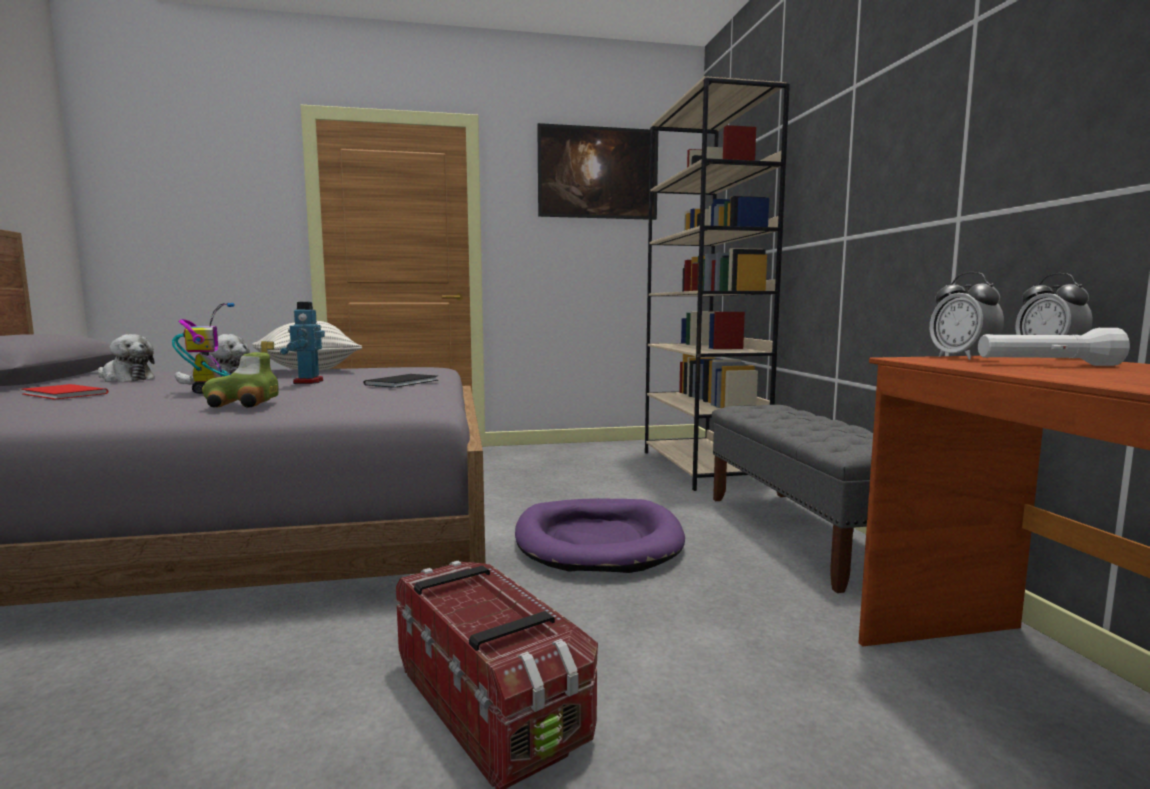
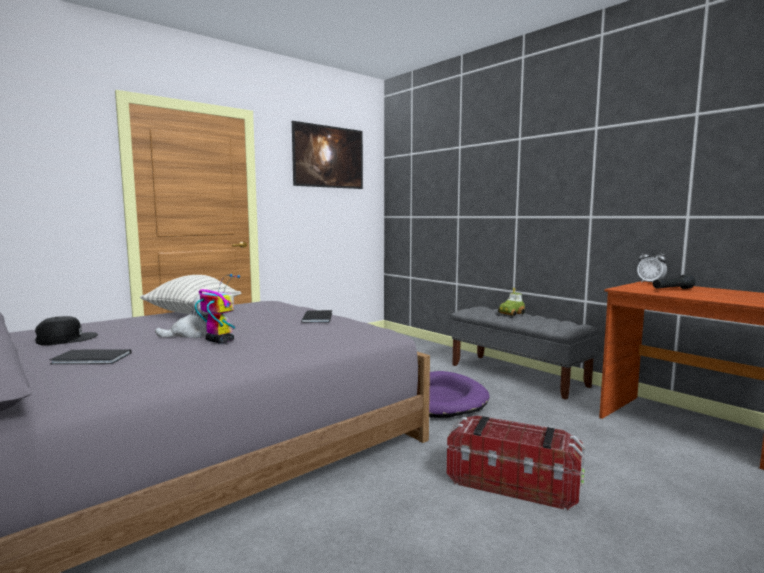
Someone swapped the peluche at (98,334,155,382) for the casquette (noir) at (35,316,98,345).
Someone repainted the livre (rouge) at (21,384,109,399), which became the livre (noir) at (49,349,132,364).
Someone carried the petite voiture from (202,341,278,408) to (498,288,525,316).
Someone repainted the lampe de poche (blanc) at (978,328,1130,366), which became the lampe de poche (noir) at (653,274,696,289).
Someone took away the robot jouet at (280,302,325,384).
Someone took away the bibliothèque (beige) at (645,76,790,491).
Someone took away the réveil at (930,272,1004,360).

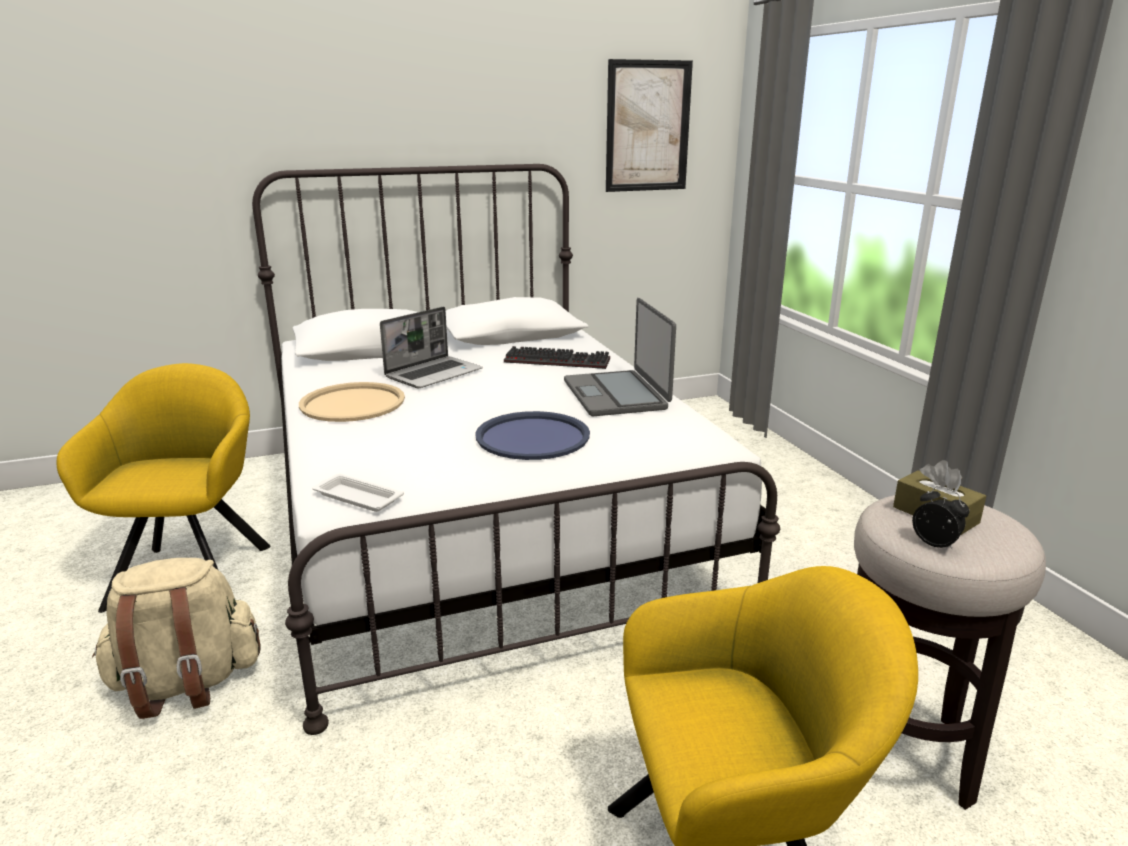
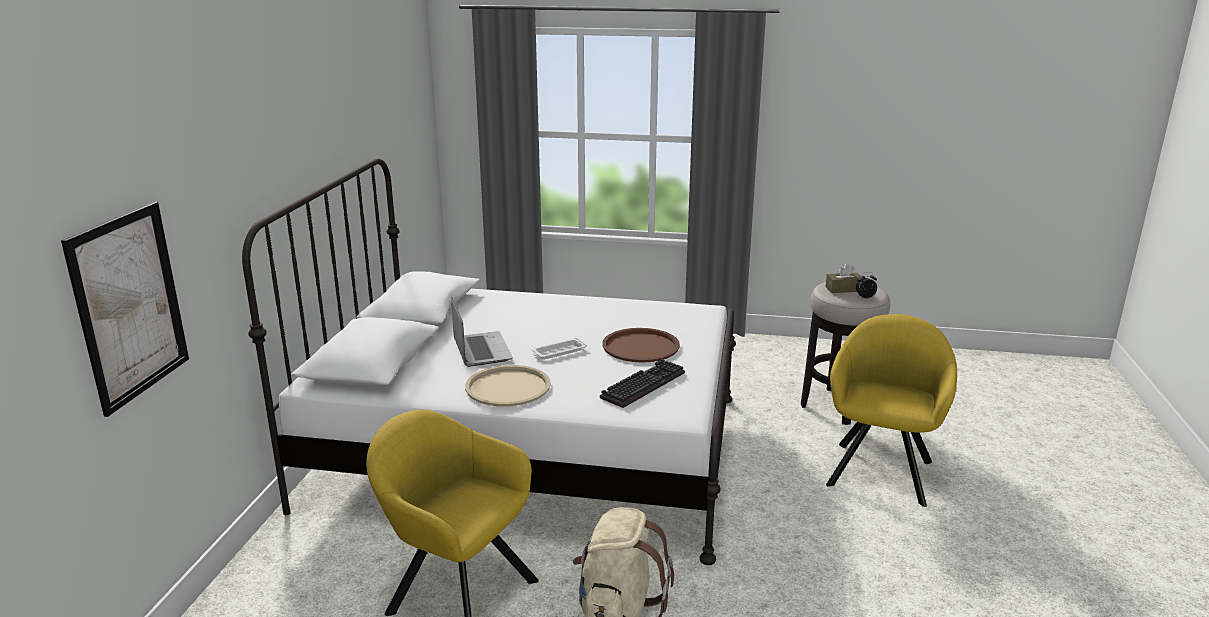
Someone carried the tableau from (606,59,693,192) to (61,202,189,417).
Someone carried the plateau (blanc) from (312,474,404,512) to (532,338,587,359).
Someone carried the clavier from (504,346,610,369) to (600,359,685,408).
Someone repainted the plateau (bleu) at (475,411,590,460), which became the plateau (marron) at (602,328,680,363).
Someone took away the ordinateur portable at (564,298,676,416).

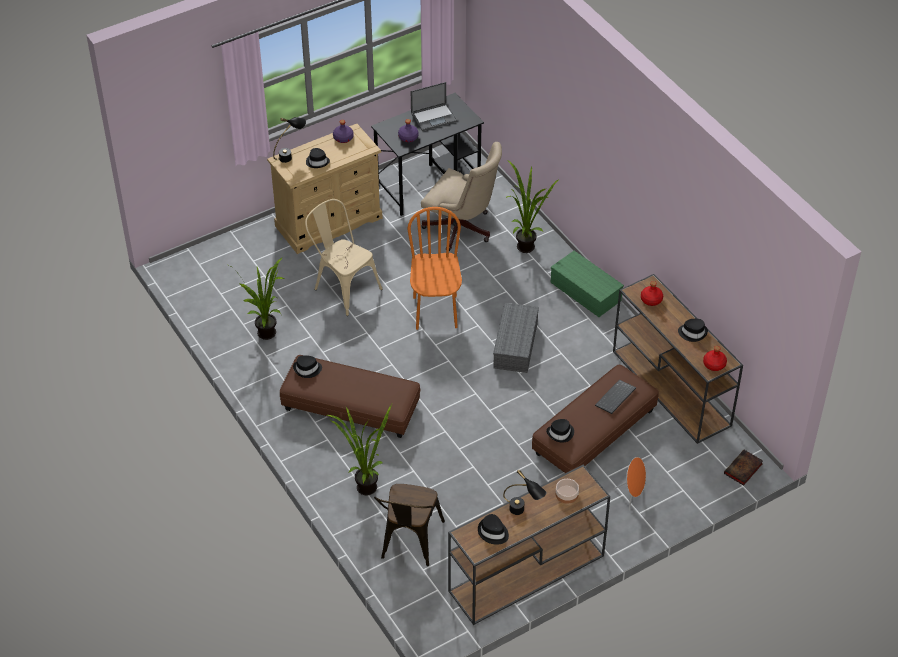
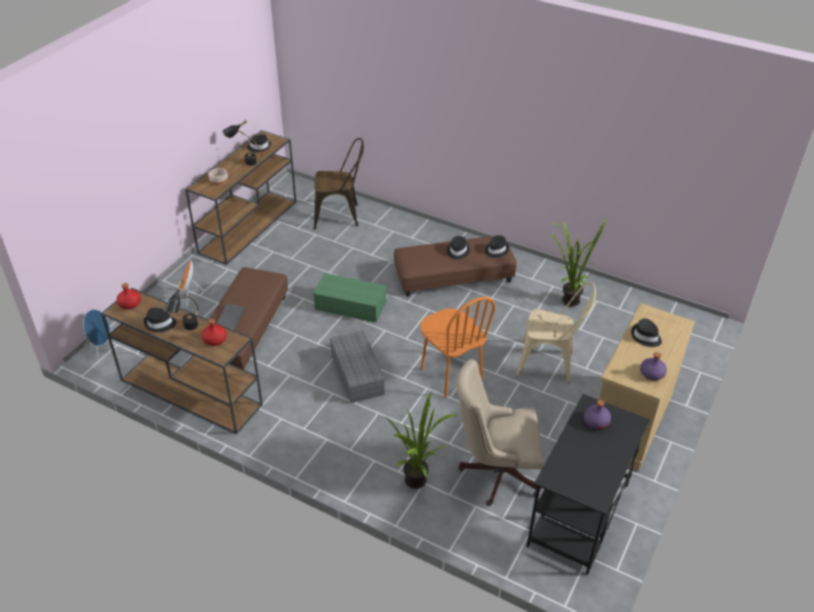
Someone swapped the livre at (724,450,763,486) for the enceinte (bleu) at (83,309,110,360).
Someone carried the lampe de table (noir) from (273,117,306,163) to (163,280,199,330).
Someone carried the boîte de rangement (vert) from (551,251,624,317) to (313,273,387,323).
Someone rotated the chaise (marron) at (374,484,445,566) by 105 degrees clockwise.
Someone carried the chapeau (noir) from (546,419,574,443) to (447,236,470,260).
Someone took away the plante en pot at (327,404,392,495).
Someone took away the ordinateur portable at (411,82,458,131).

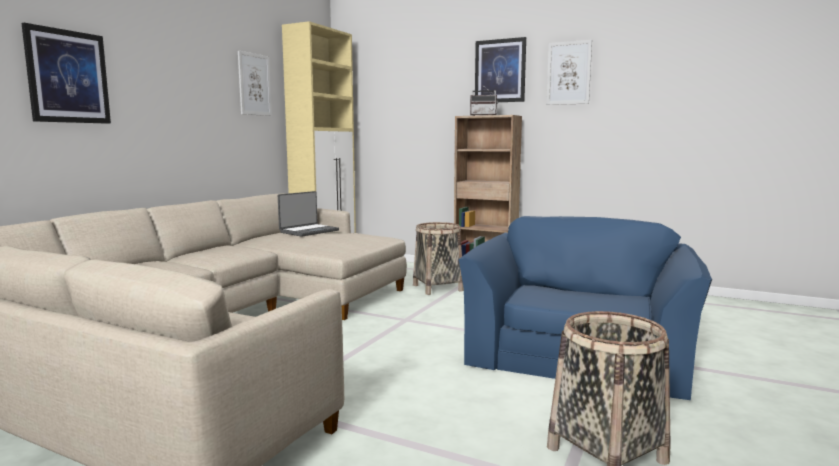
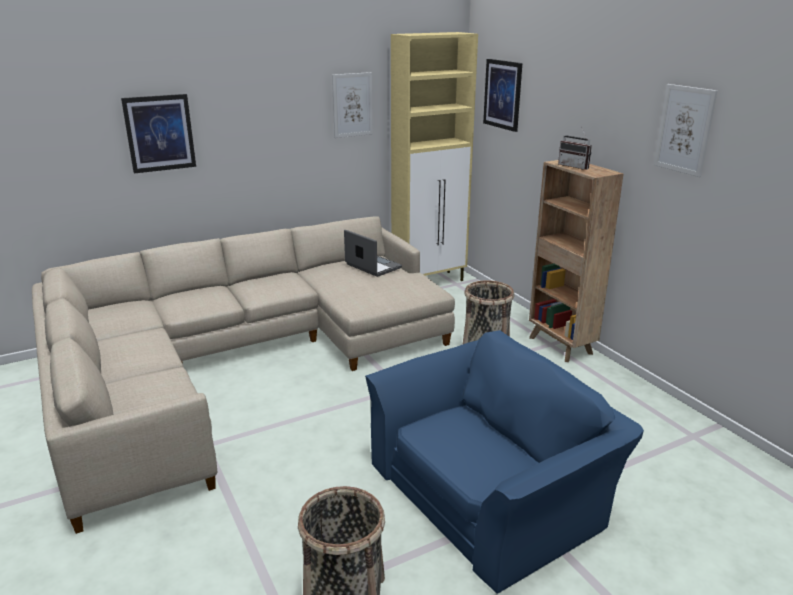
Someone rotated the ordinateur portable at (278,191,339,237) by 120 degrees counterclockwise.
Someone carried the tableau from (475,37,526,102) to (483,59,522,132).

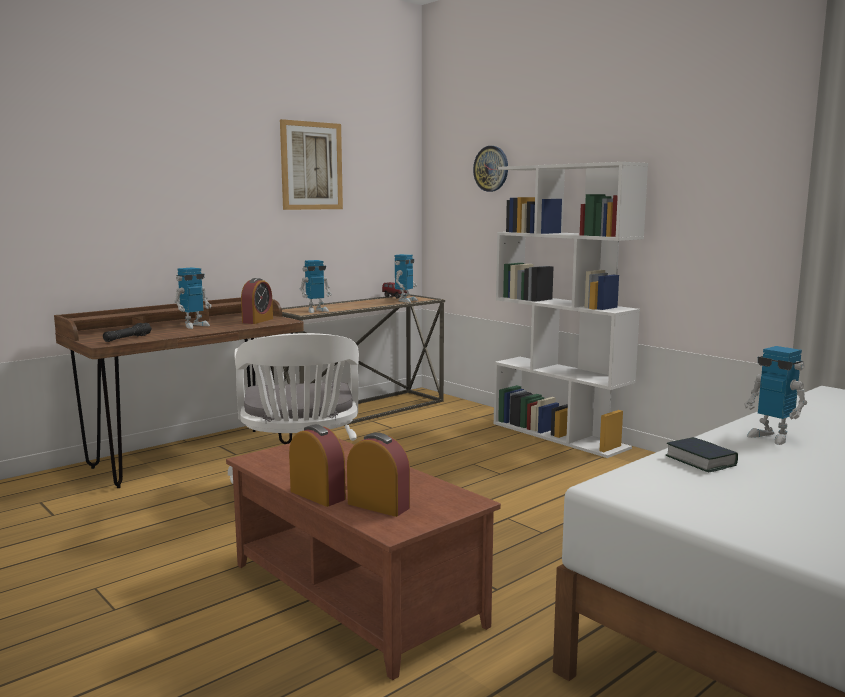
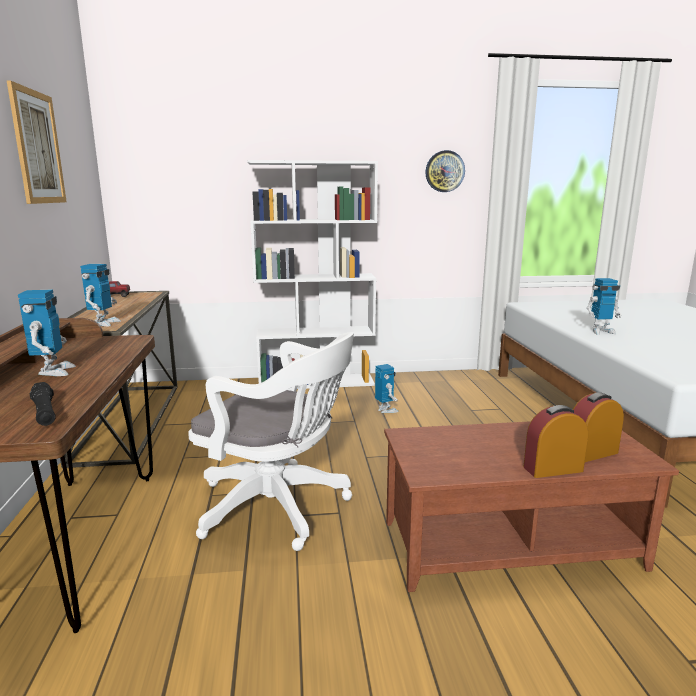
Someone carried the robot jouet from (395,254,418,303) to (375,364,399,413).
Someone carried the horloge murale from (473,146,508,192) to (425,150,465,192).
Someone took away the réveil at (241,278,273,324).
Someone took away the livre at (666,437,738,473).

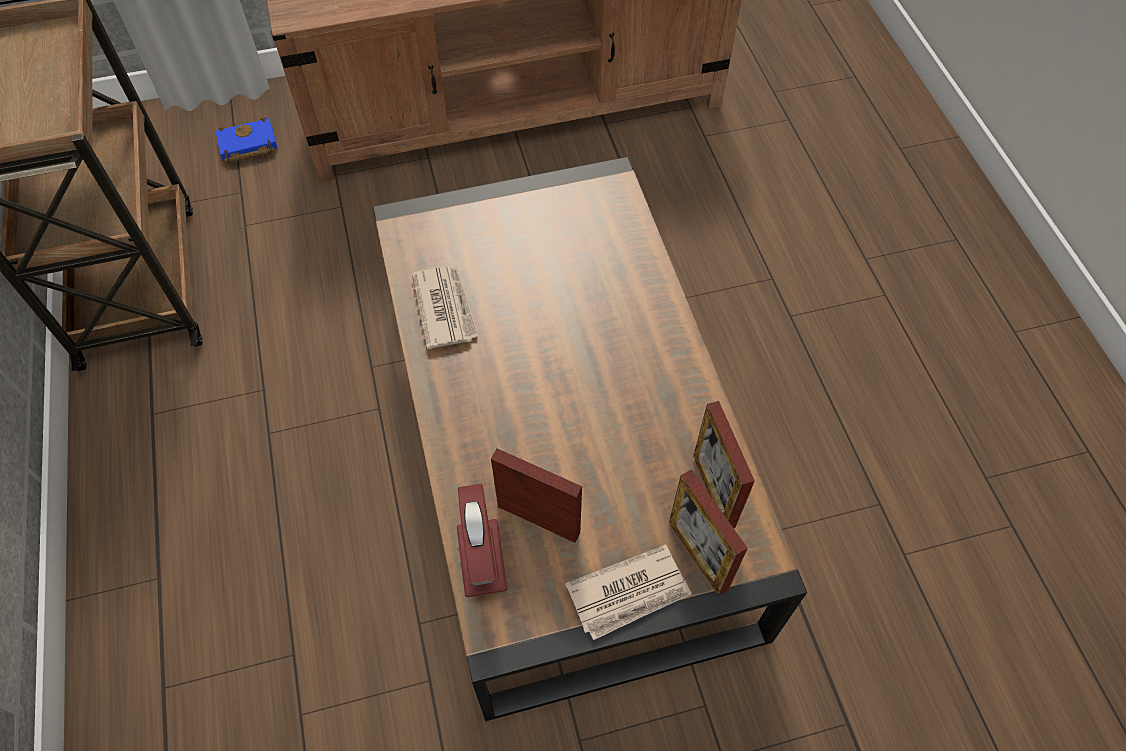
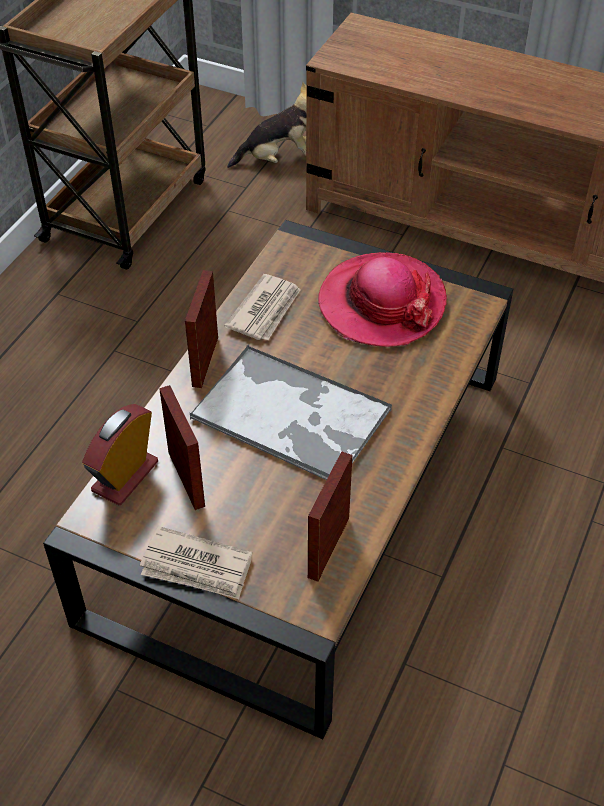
Someone carried the cadre photo from (669,469,748,596) to (185,270,218,388).
Someone put down the plateau at (190,345,392,480).
Someone swapped the livre (bleu) at (216,117,277,163) for the peluche at (227,82,307,168).
Someone put down the chapeau at (318,252,447,347).

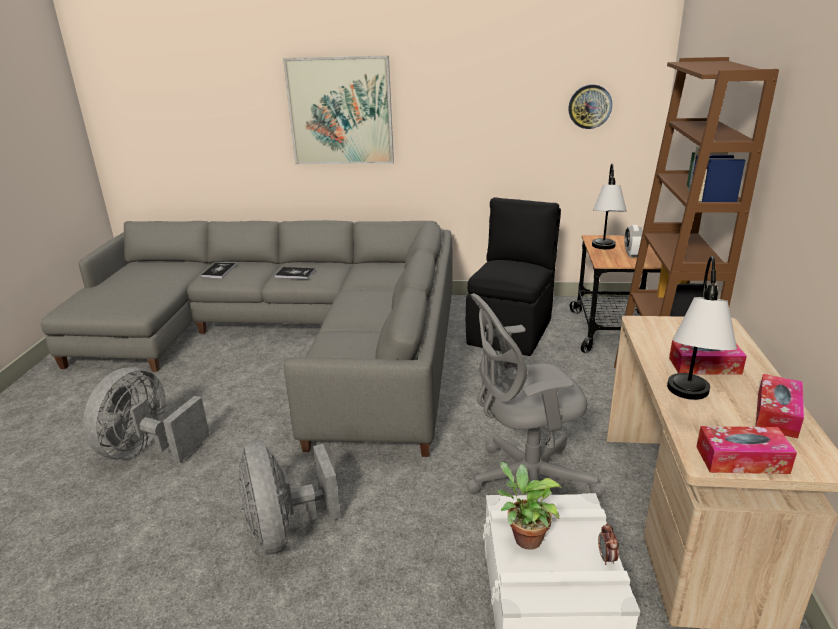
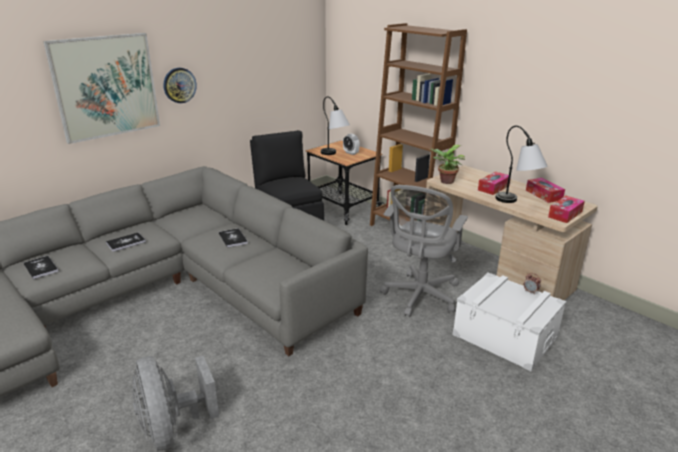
Someone carried the horloge murale from (568,85,612,129) to (163,68,197,103).
Someone put down the livre at (219,228,248,248).
Someone carried the plante en pot from (497,462,562,550) to (429,145,465,184).
Someone took away the ventilateur (gris) at (238,440,341,555).

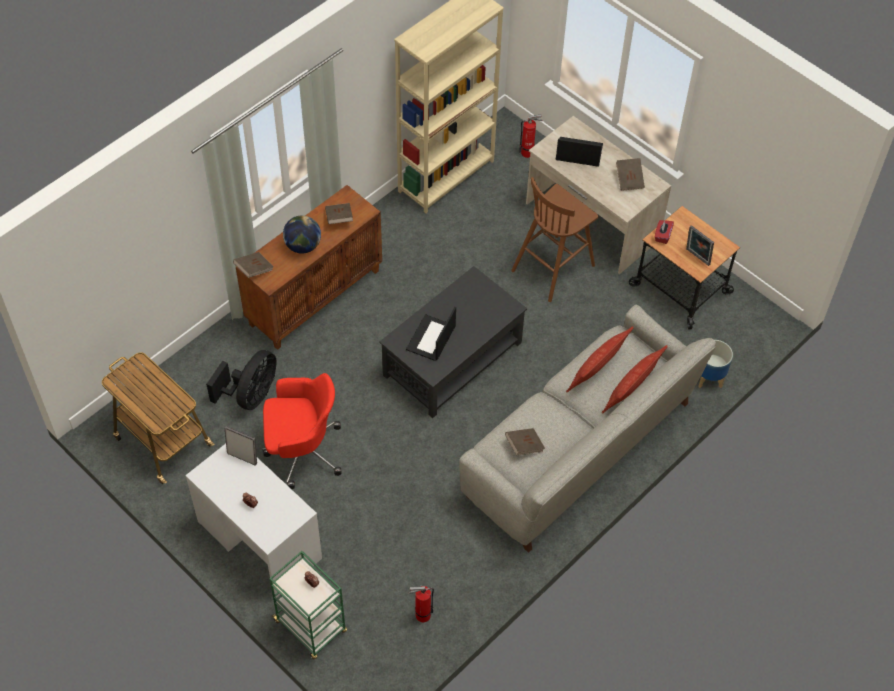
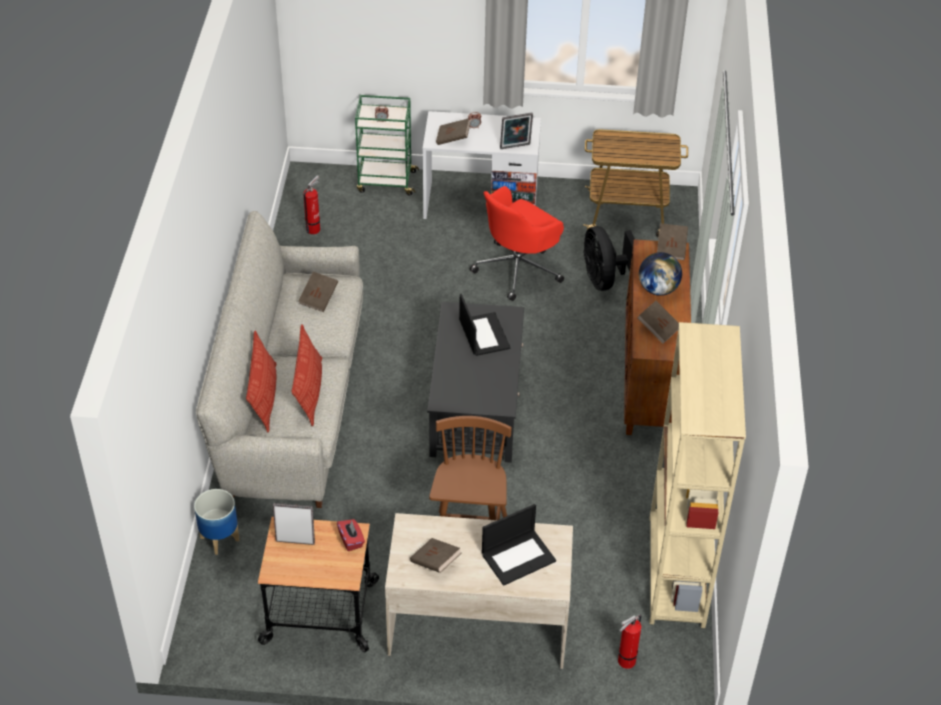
Someone put down the livre (marron) at (436,118,471,145).

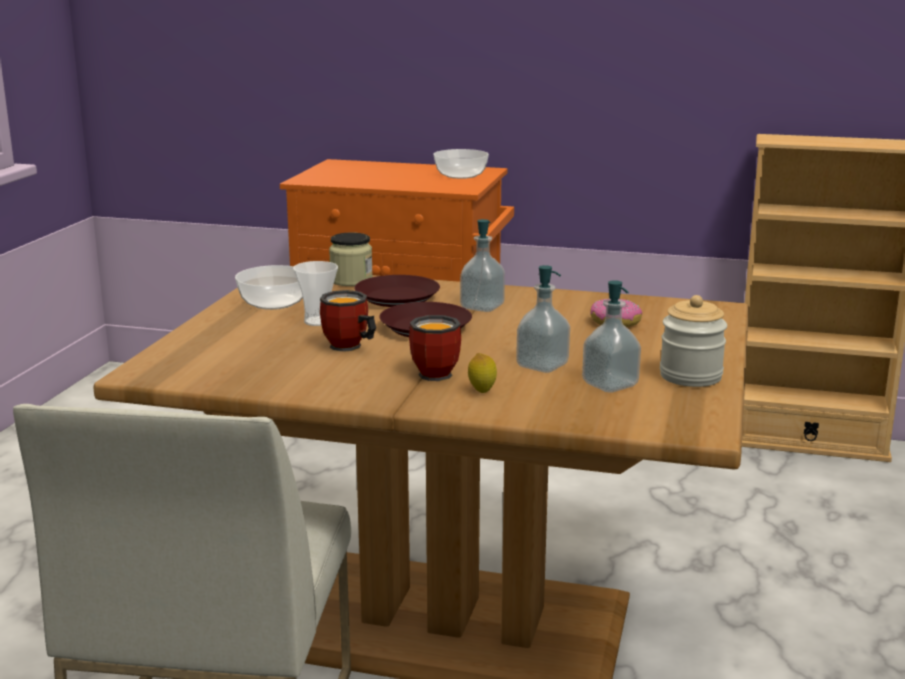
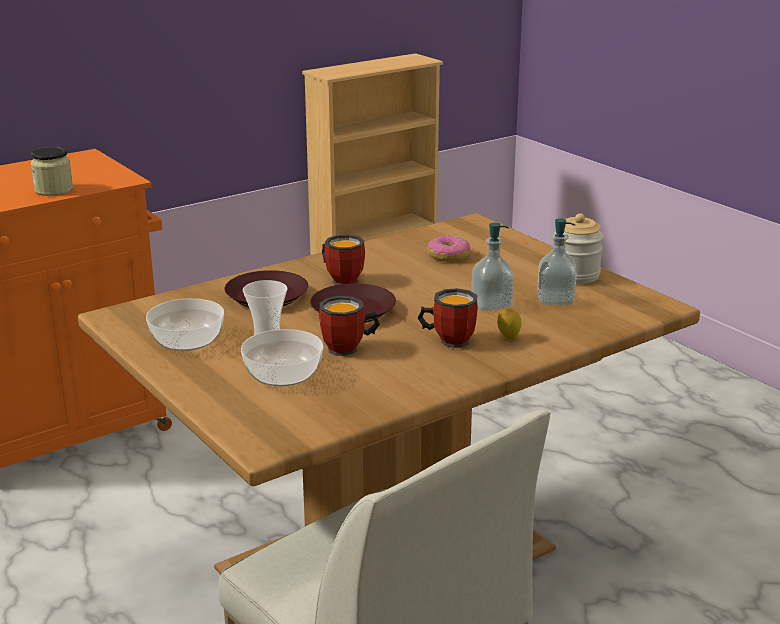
Someone carried the bocal from (329,233,373,286) to (31,147,73,196).
Someone carried the bol from (434,149,489,179) to (241,329,323,387).
Someone swapped the distributeur de savon at (460,219,505,312) for the mug at (322,235,365,285).

